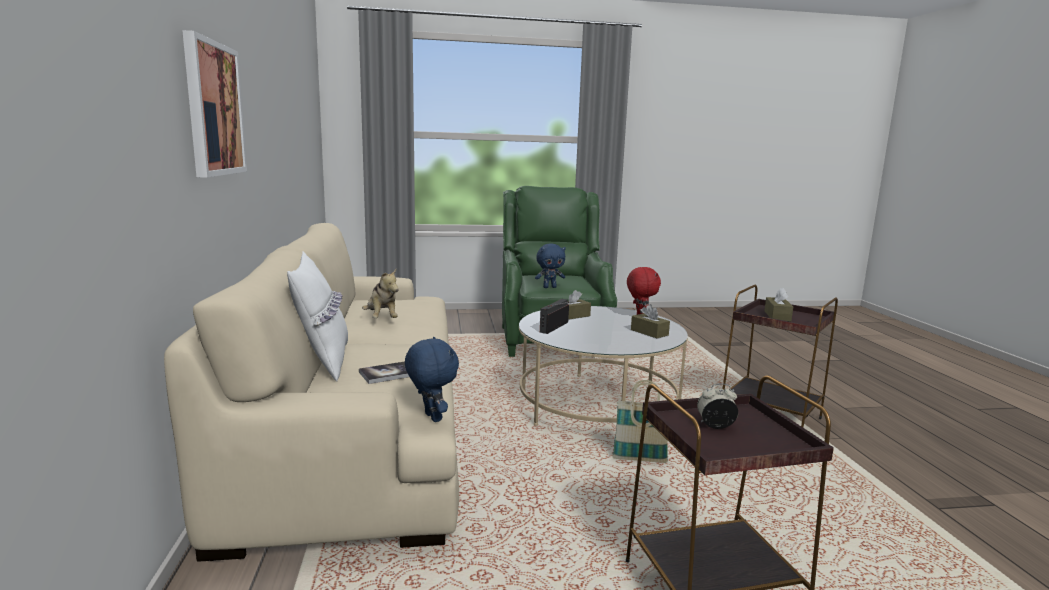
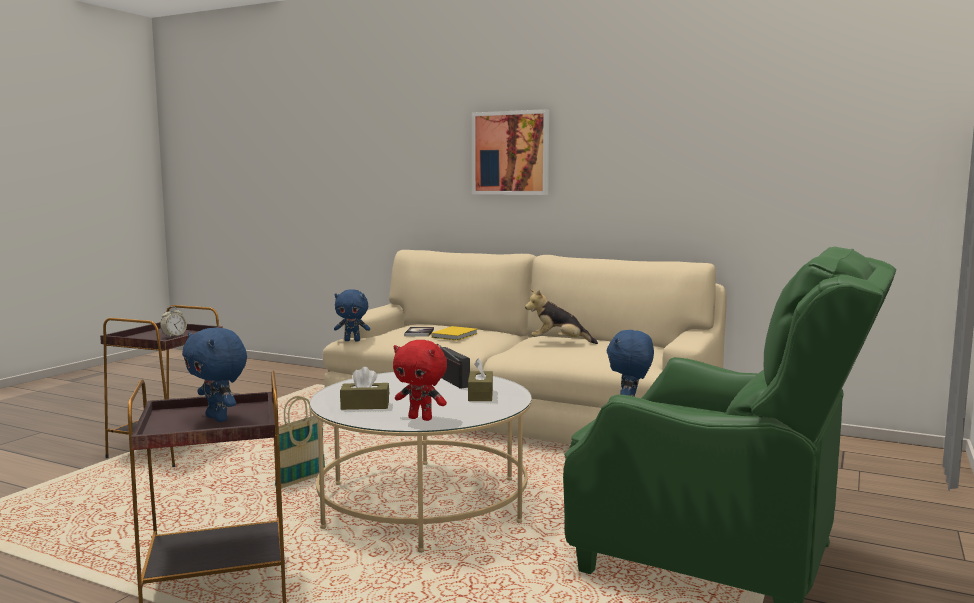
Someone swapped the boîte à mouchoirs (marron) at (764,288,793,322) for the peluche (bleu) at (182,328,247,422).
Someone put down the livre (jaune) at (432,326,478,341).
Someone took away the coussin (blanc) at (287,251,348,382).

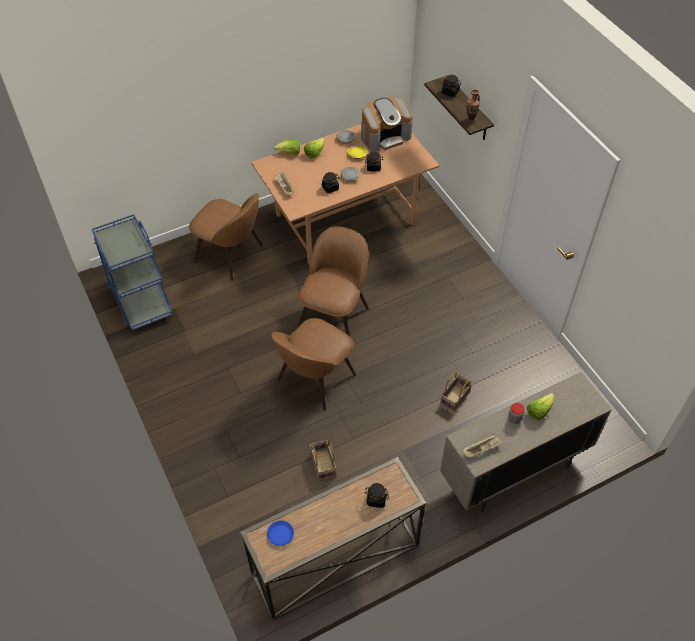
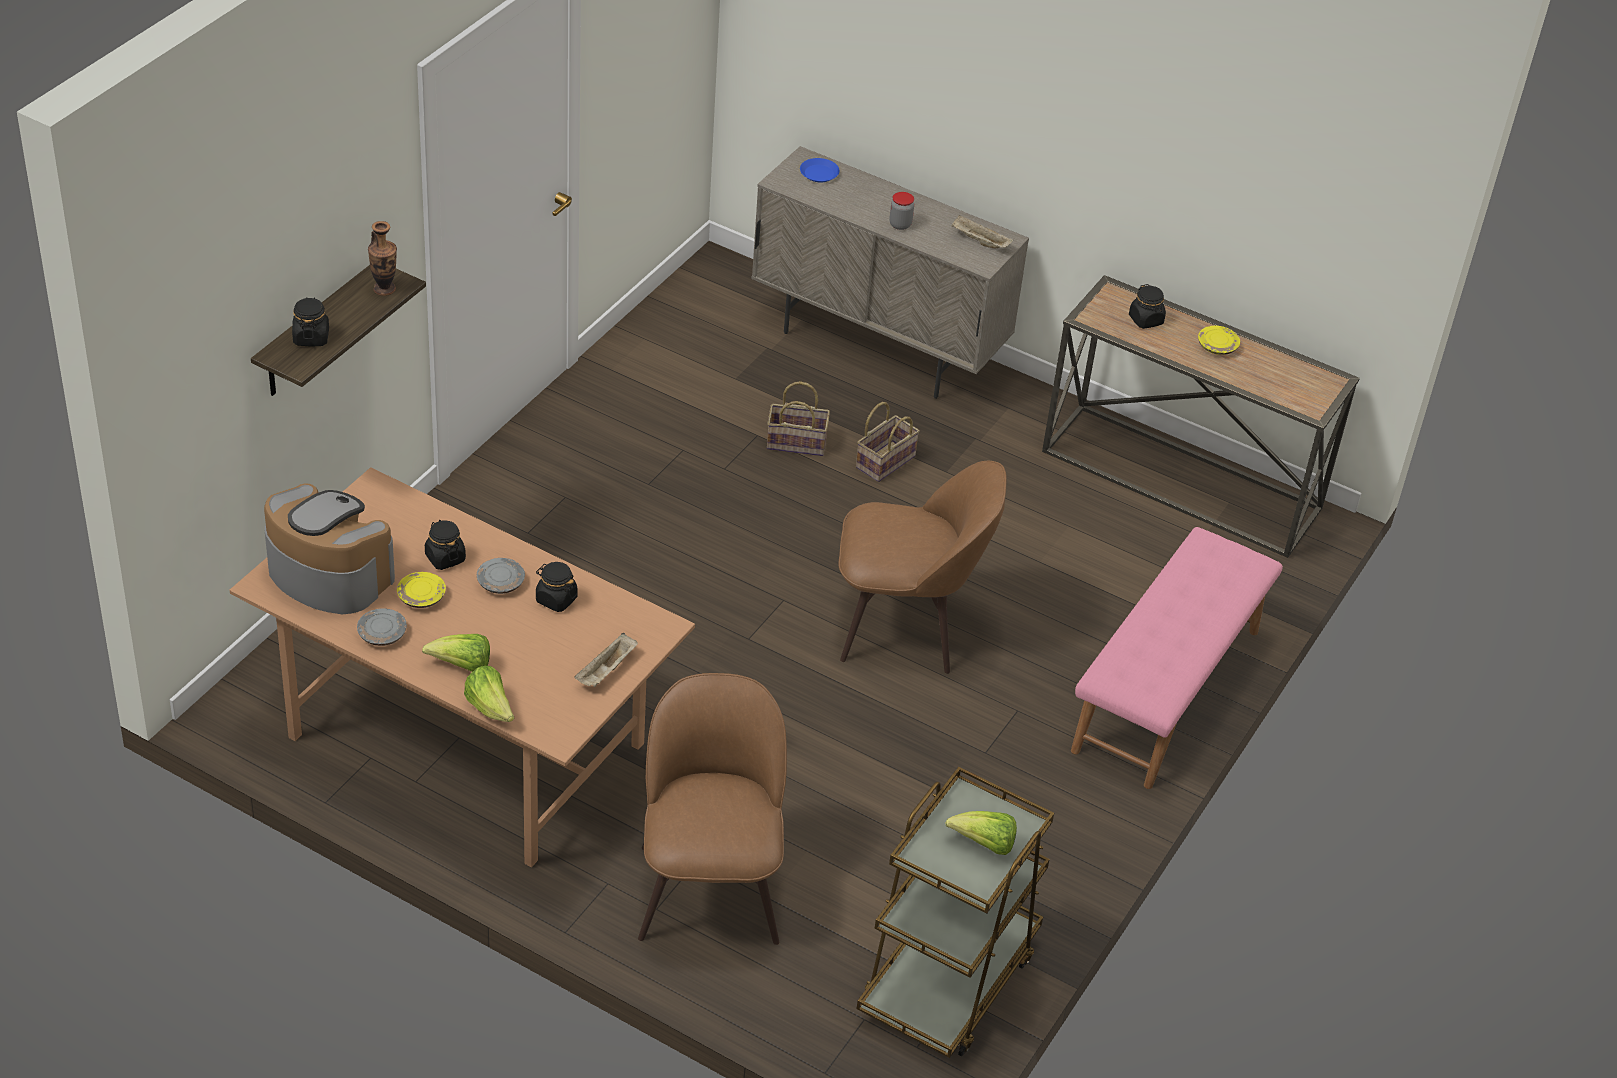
Someone carried the assiette (bleu) from (267,520,294,546) to (800,158,839,182).
Someone carried the panier from (310,440,336,481) to (856,402,920,482).
Someone repainted the chariot (bleu) at (92,214,172,331), which became the chariot (marron) at (856,767,1054,1058).
Someone carried the laitue from (527,393,554,421) to (945,811,1017,855).
Someone put down the banc (rose) at (1071,527,1283,789).
Someone put down the assiette (jaune) at (1198,326,1240,355).
Someone took away the chaise (marron) at (297,226,369,336).

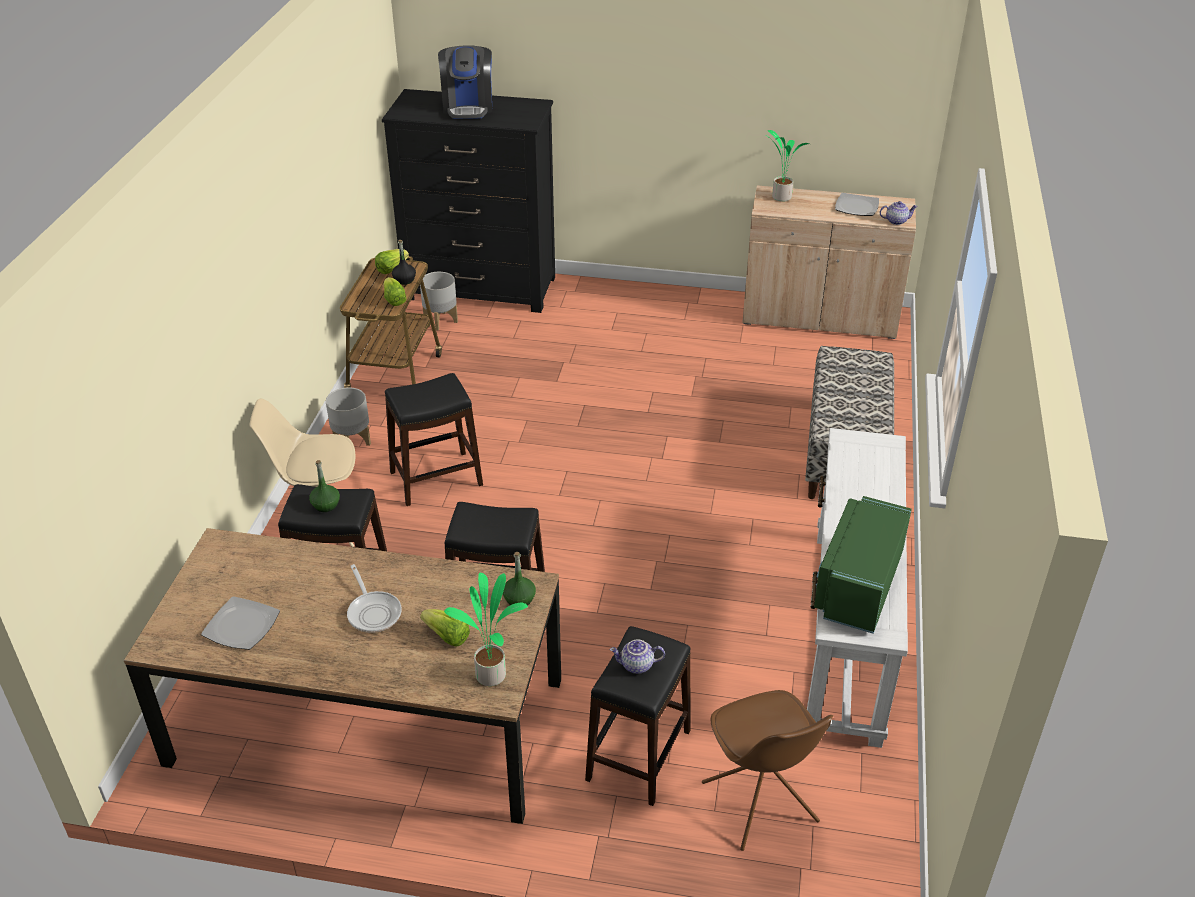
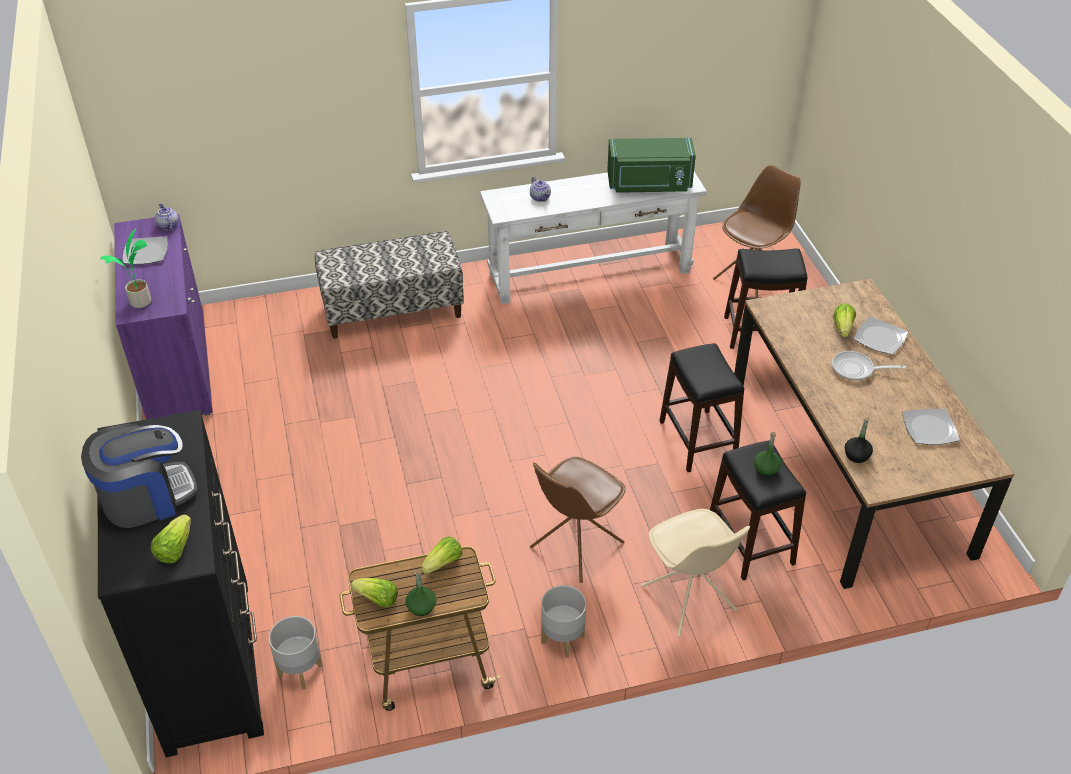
Someone repainted the meuble de rangement (beige) at (742,185,916,339), which became the meuble de rangement (violet) at (114,214,213,419).
Someone put down the laitue at (151,515,191,563).
Someone carried the bouteille (vert) from (503,552,536,605) to (406,569,436,616).
Someone carried the théière from (609,639,665,674) to (530,177,551,202).
Someone swapped the tabouret (noir) at (385,373,483,506) for the chaise (marron) at (530,457,626,583).
Someone rotated the poêle at (347,564,402,633) by 120 degrees counterclockwise.
Someone carried the bouteille (noir) from (392,240,416,285) to (845,418,873,463).
Someone put down the assiette at (853,317,908,354).
Someone took away the plante en pot at (444,573,528,686).

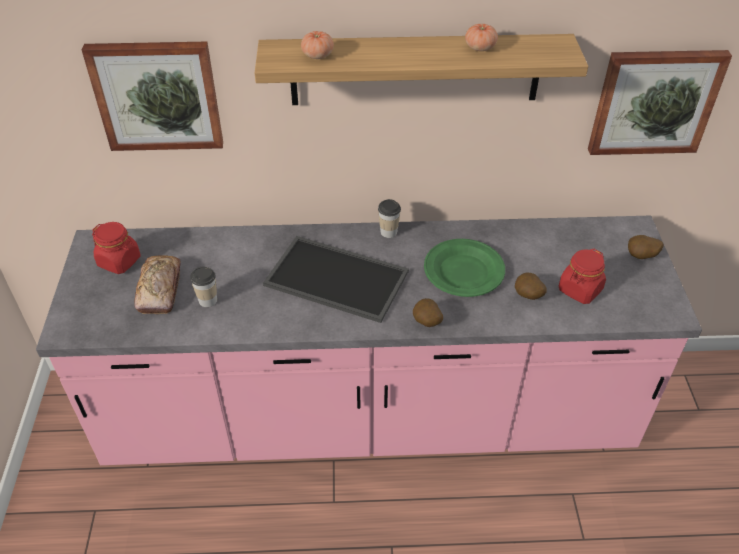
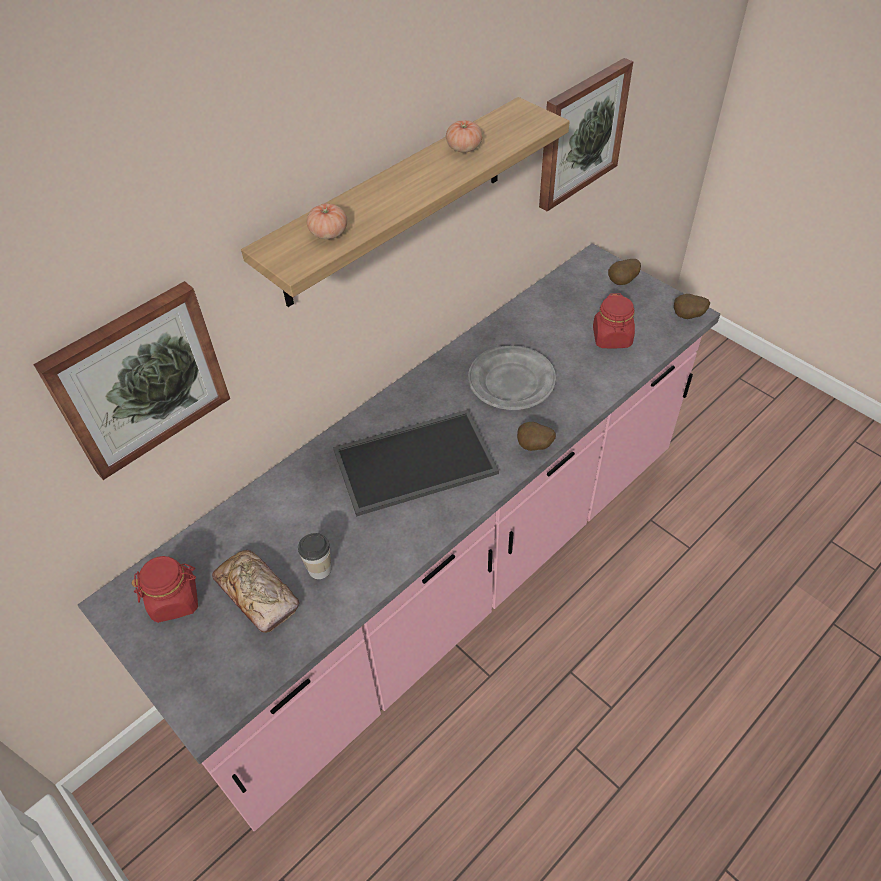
Someone repainted the assiette (vert) at (424,239,505,297), which became the assiette (gris) at (468,345,556,410).
Someone carried the pomme de terre from (515,272,547,300) to (674,294,710,319).
Someone took away the tasse at (378,199,401,238).

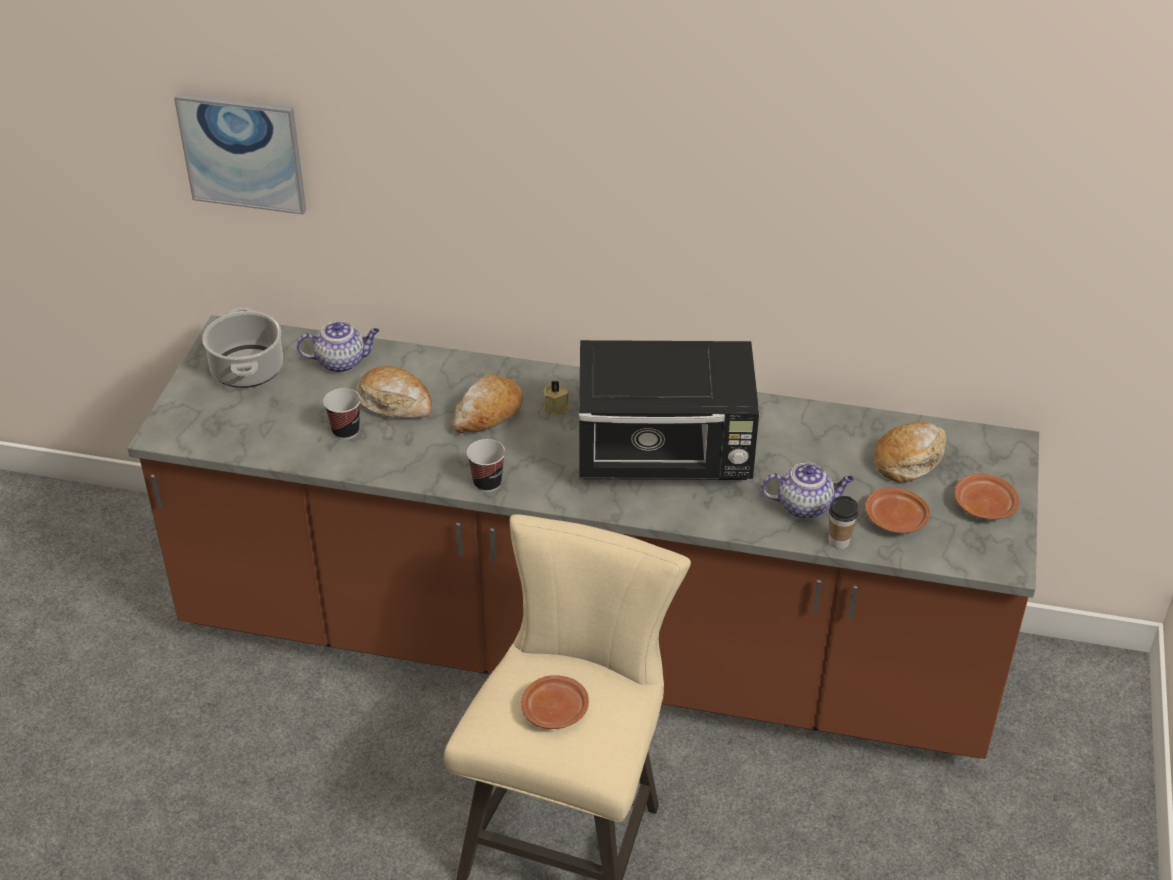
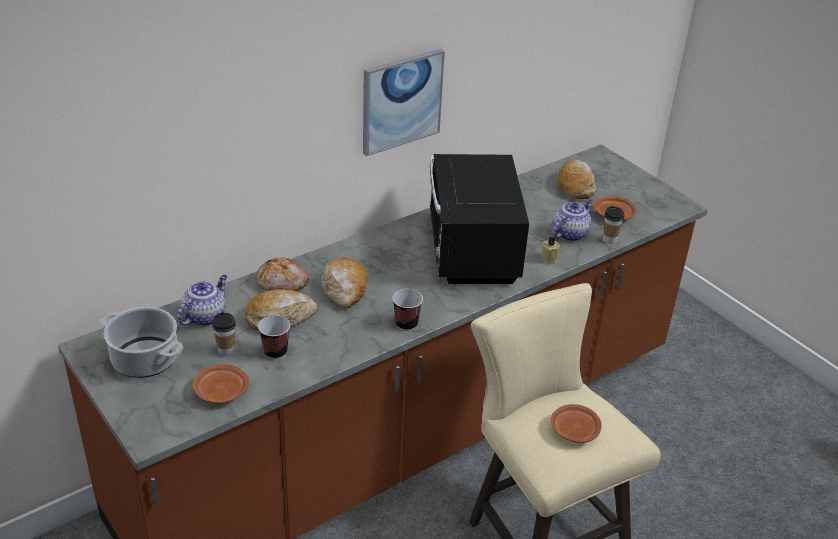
Someone carried the assiette (marron) from (955,474,1019,519) to (192,364,249,403).
Someone put down the tasse at (212,312,236,356).
Someone put down the pain at (255,258,309,291).
Someone carried the tableau from (174,93,306,215) to (363,49,445,156).
Someone rotated the micro-ondes (noir) at (579,340,759,480) by 135 degrees clockwise.
Someone carried the bougie (beige) from (543,381,570,417) to (541,237,560,264).

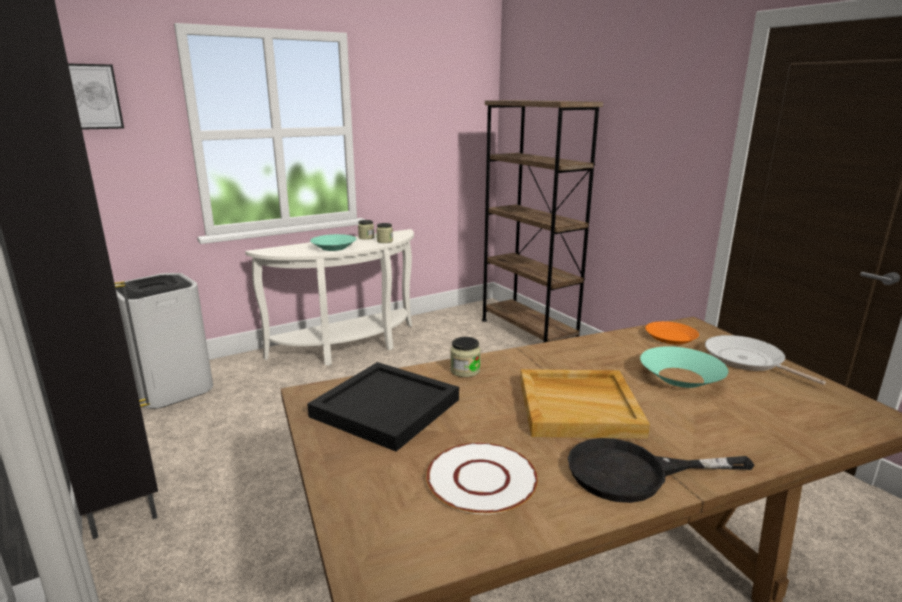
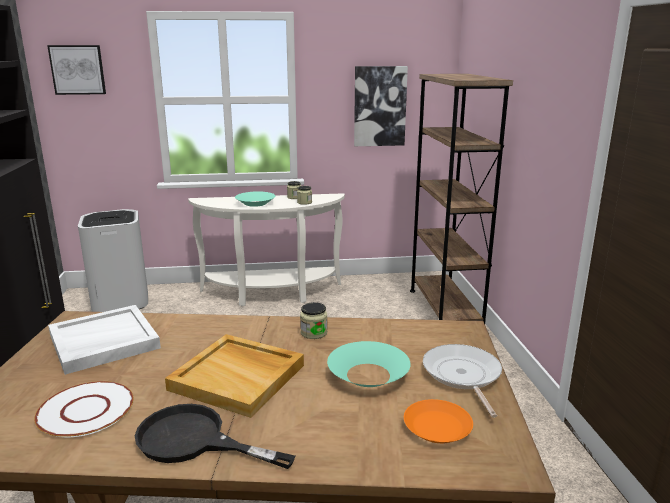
Someone repainted the plateau (noir) at (307,362,459,451), which became the plateau (blanc) at (48,305,161,375).
Someone carried the bocal from (450,337,481,377) to (300,302,327,339).
Someone put up the tableau at (354,66,408,146).
Someone carried the assiette (orange) from (645,321,699,345) to (404,399,473,443).

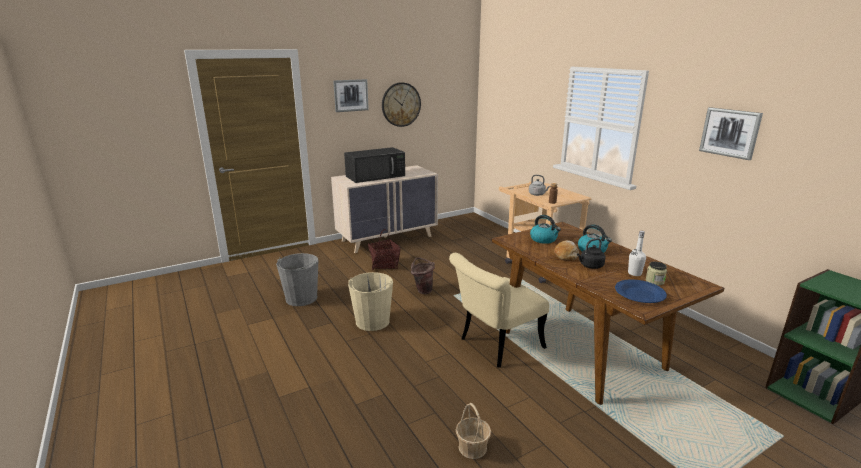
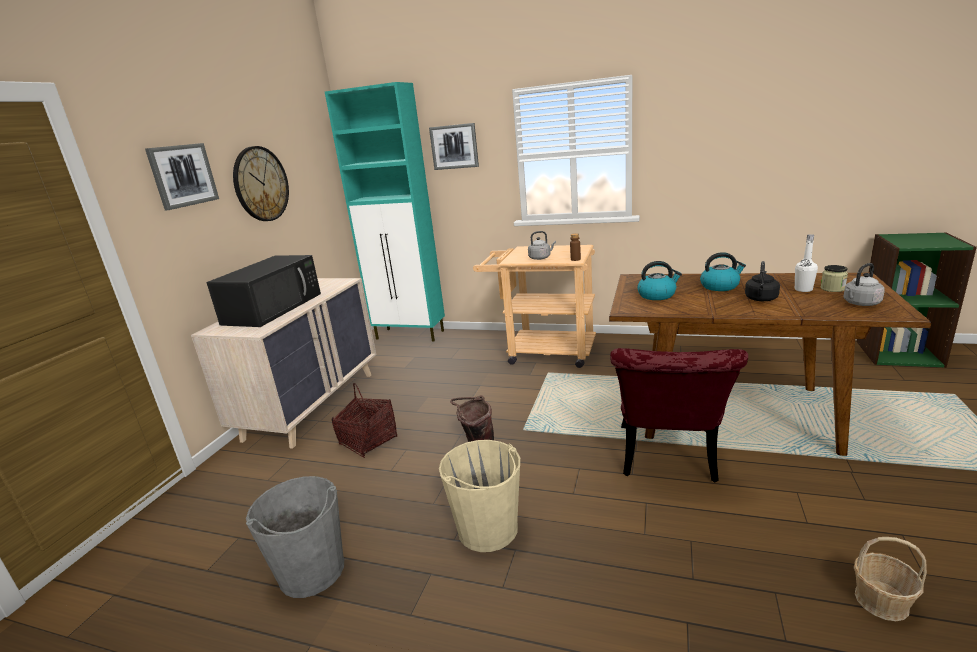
Someone put down the meuble de rangement (turquoise) at (325,82,445,342).
Someone carried the tableau from (699,107,763,160) to (429,123,479,170).
Someone repainted the chaise (beige) at (449,253,549,368), which became the chaise (rouge) at (610,348,748,482).
Someone swapped the assiette (bleu) at (615,279,667,303) for the bouilloire (gris) at (843,263,885,306).
Someone took away the pain at (554,240,579,261).

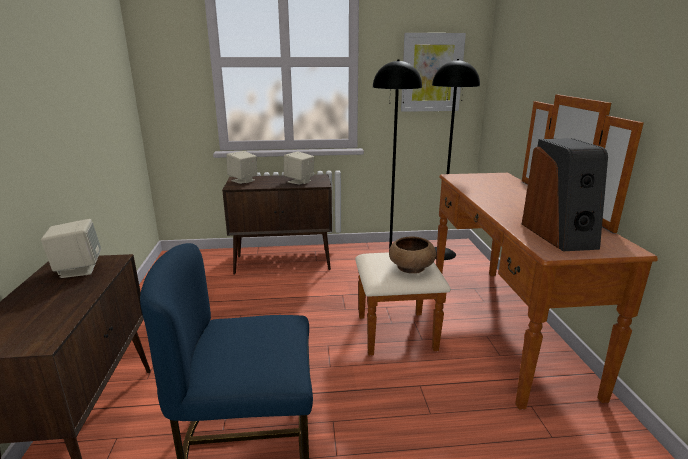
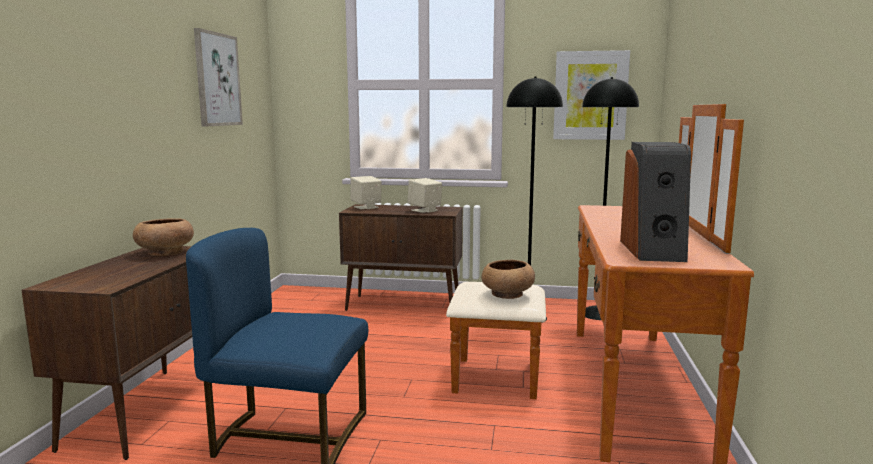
Someone swapped the enceinte (beige) at (41,219,101,278) for the bol (marron) at (133,219,194,256).
Someone put up the tableau at (194,28,243,126).

